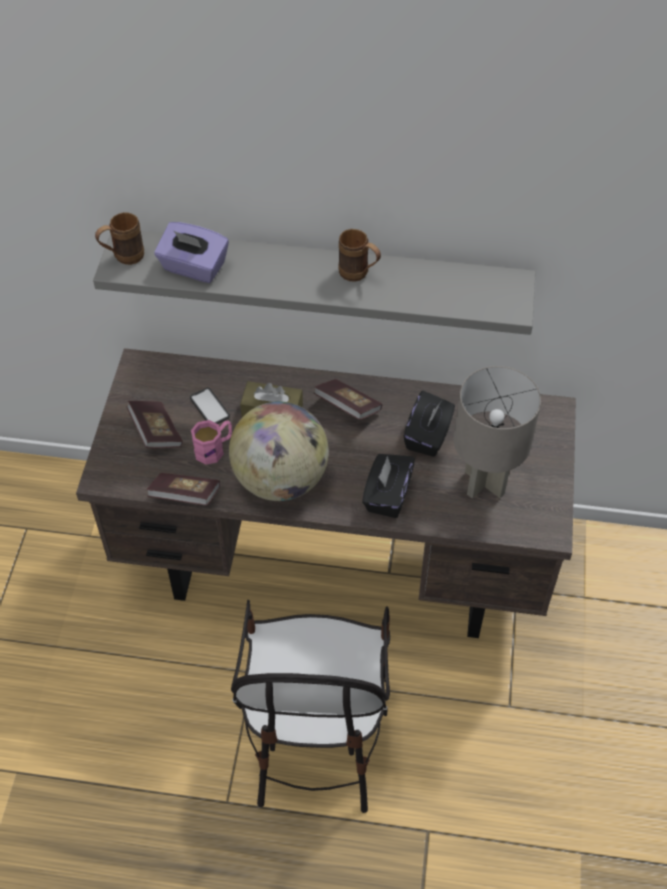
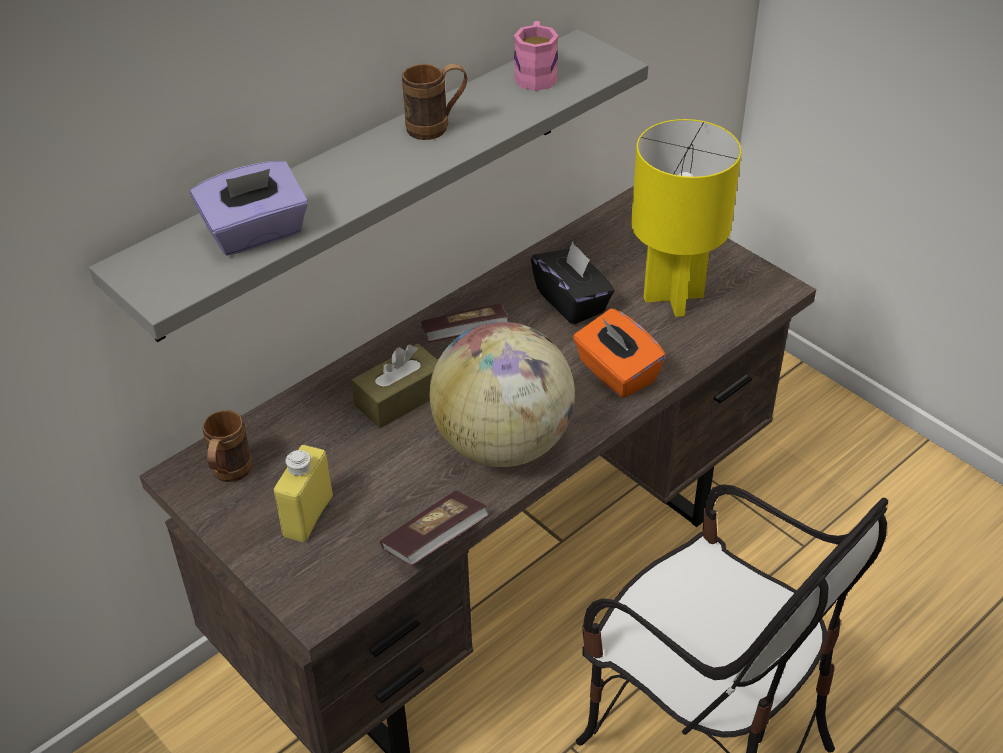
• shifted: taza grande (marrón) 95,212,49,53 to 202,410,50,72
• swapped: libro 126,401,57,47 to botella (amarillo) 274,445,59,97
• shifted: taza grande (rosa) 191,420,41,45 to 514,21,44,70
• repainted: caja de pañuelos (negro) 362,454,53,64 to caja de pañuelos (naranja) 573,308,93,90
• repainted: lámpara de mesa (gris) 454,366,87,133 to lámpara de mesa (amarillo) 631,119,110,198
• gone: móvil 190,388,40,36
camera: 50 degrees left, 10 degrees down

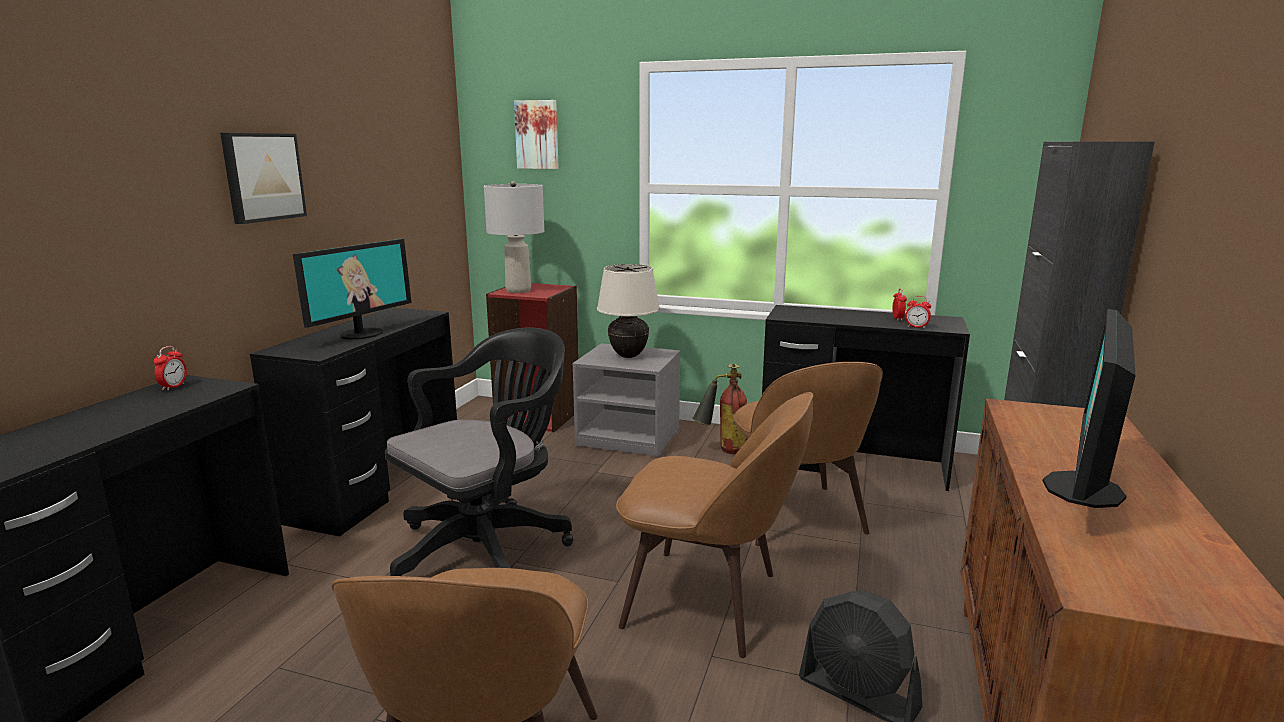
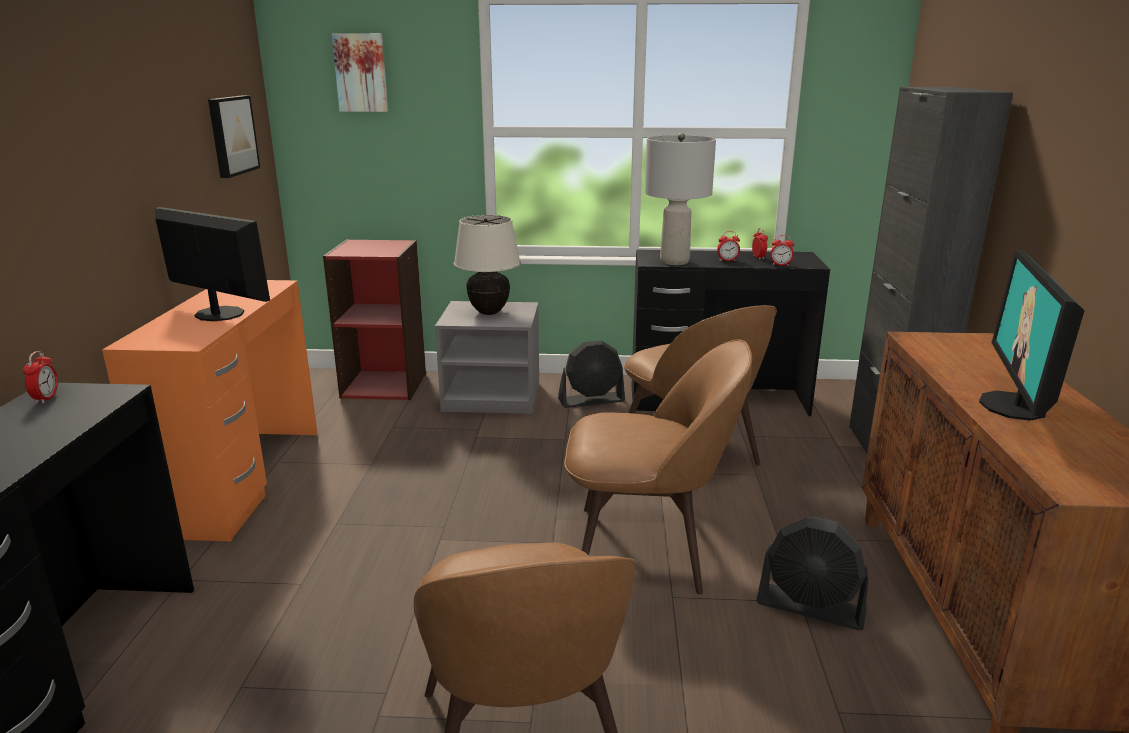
• repainted: escritorio (negro) 250,307,207,229 to escritorio (naranja) 102,280,215,261
• rotated: monitor 293,239,119,101 = 155,207,115,114 75 degrees counterclockwise
• shifted: cuadro 220,133,87,91 to 208,95,52,83
• swapped: extintor 693,364,54,90 to ventilador (negro) 558,340,67,68
• shifted: lámpara de mesa (gris) 484,181,60,112 to 645,133,71,132
• new: despertador 717,231,23,30
• gone: silla de oficina (negro) 385,328,189,248
camera: 15 degrees left, 5 degrees up

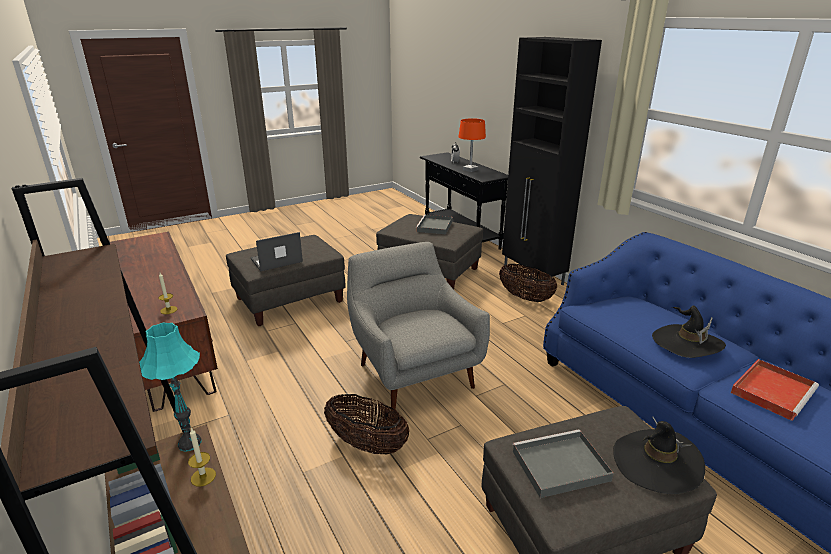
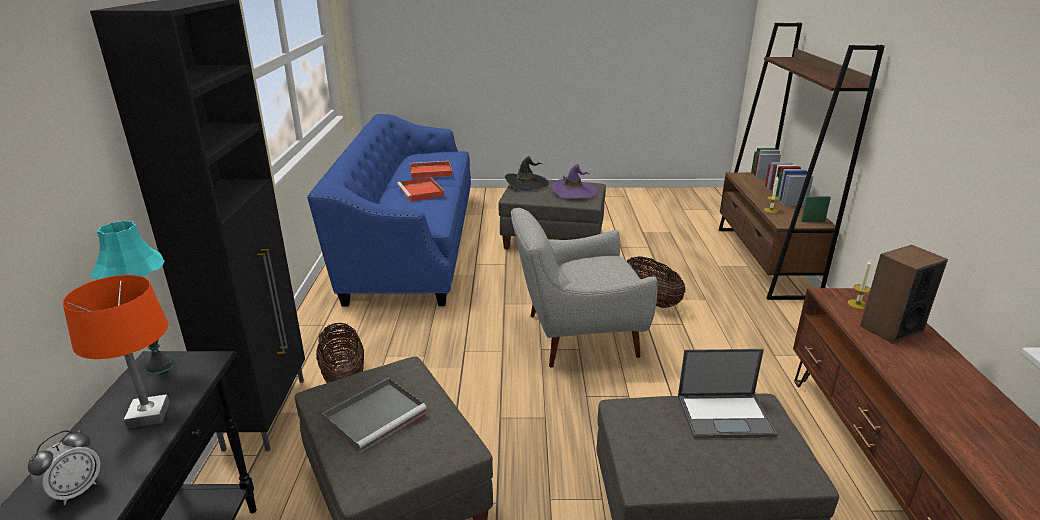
• shifted: lámpara de mesa (turquesa) 139,323,63,128 to 90,220,84,154
• swapped: sombrero (negro) 652,306,74,52 to bandeja (rojo) 397,177,48,25
• rotated: sillón (gris) 347,242,143,169 = 511,208,147,159 75 degrees clockwise
• swapped: bandeja (gris) 512,429,102,69 to sombrero (morado) 552,164,46,35
• new: altavoz 860,245,88,99
camera: 150 degrees left, 0 degrees up

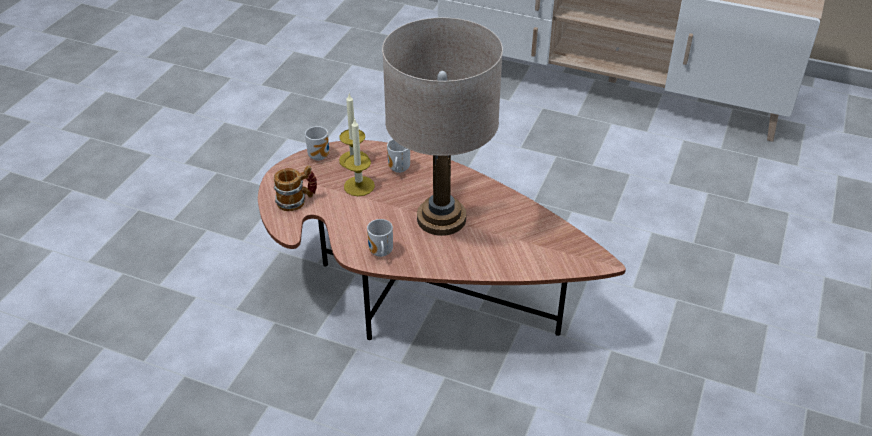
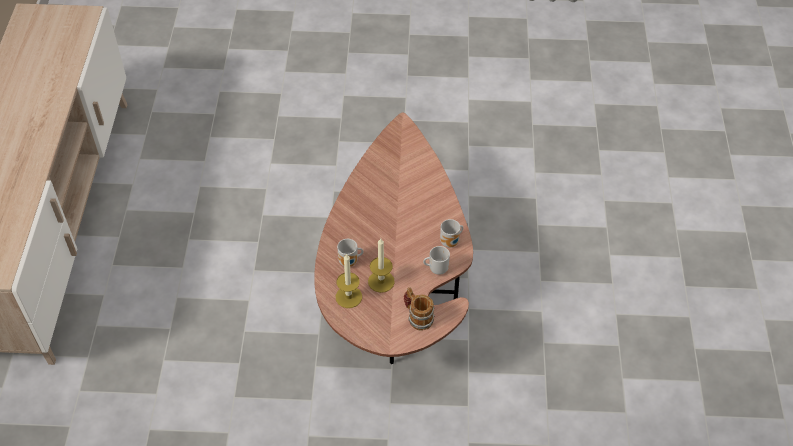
• shifted: taza grande 305,126,24,35 to 423,246,27,29
• gone: lámpara de mesa (beis) 382,18,121,218
camera: 110 degrees left, 10 degrees up

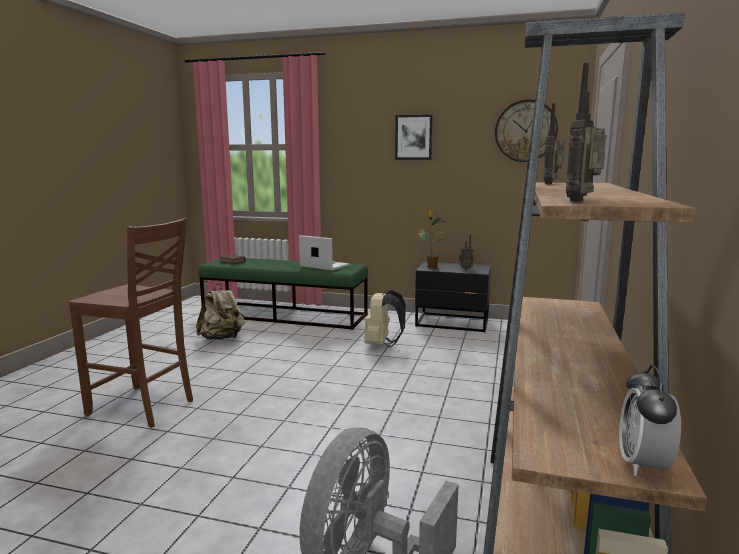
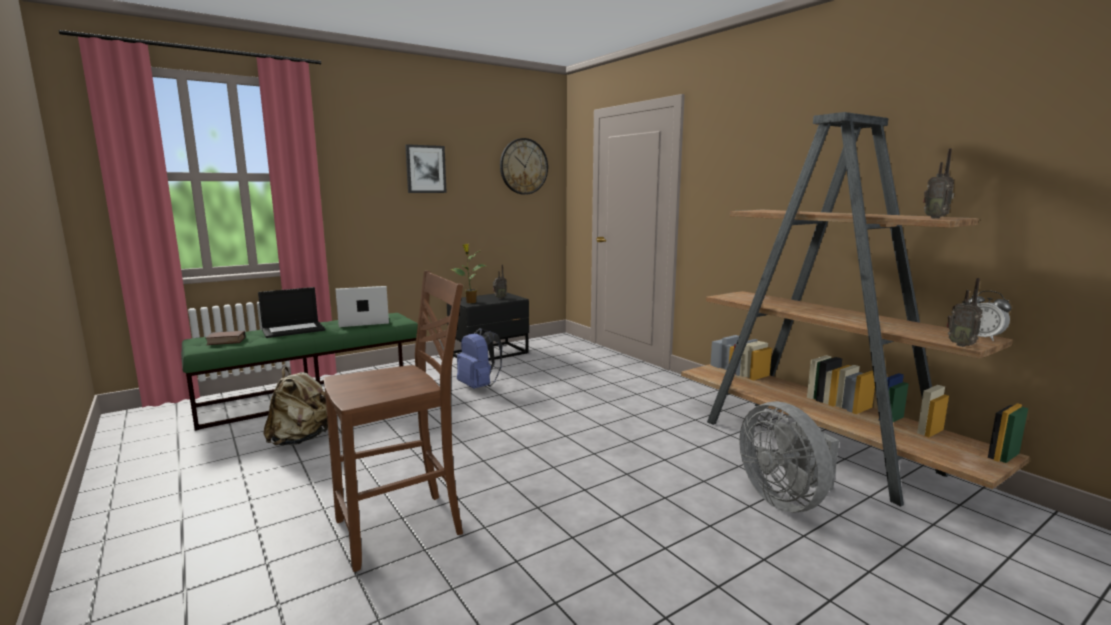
• new: portátil 258,287,67,51
• repainted: mochila (beis) 364,290,42,57 to mochila (azul) 457,328,45,61
• shifted: radio 544,103,21,81 to 947,278,35,69
camera: 50 degrees left, 0 degrees up

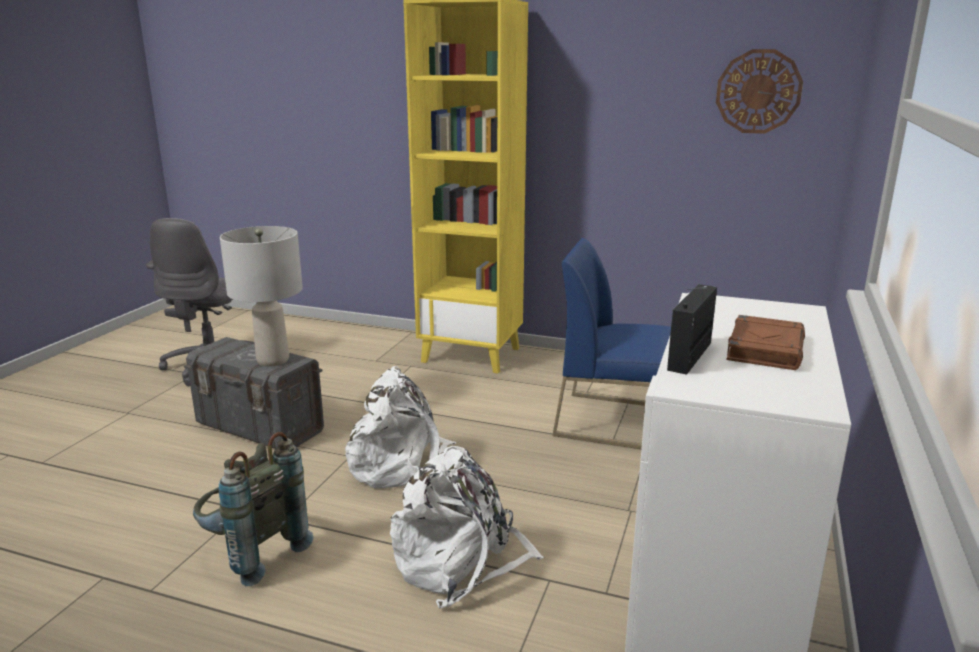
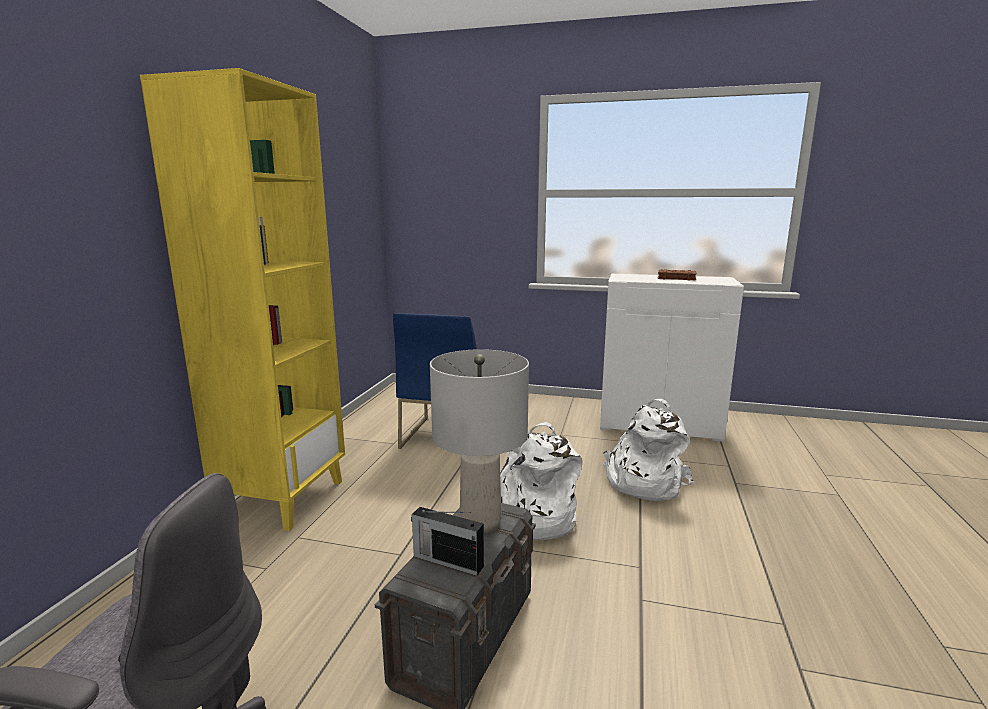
• shifted: radio 667,284,50,91 to 411,507,73,69
• gone: mochila (gris) 193,432,121,154
• gone: reloj de pared 716,49,87,85
camera: 95 degrees left, 5 degrees down

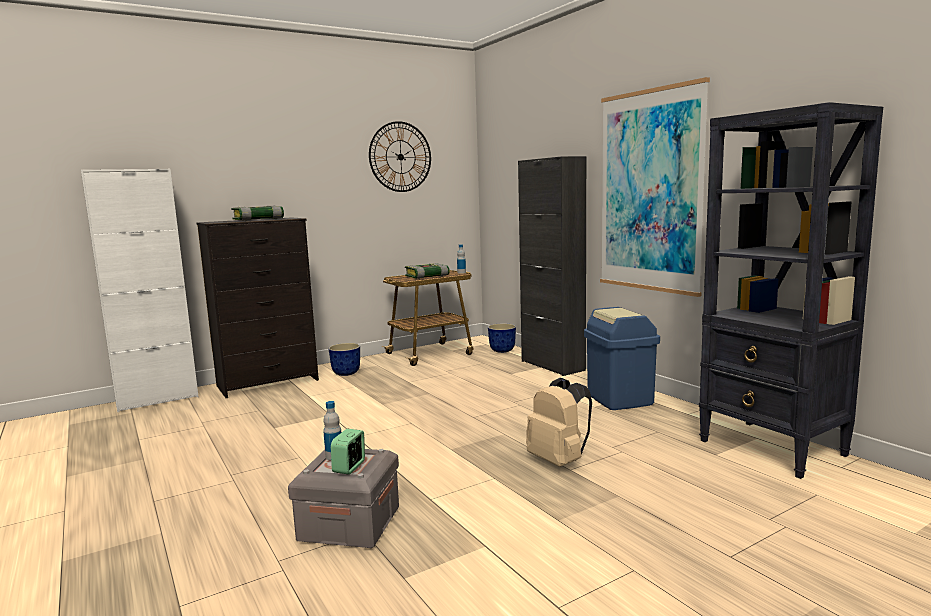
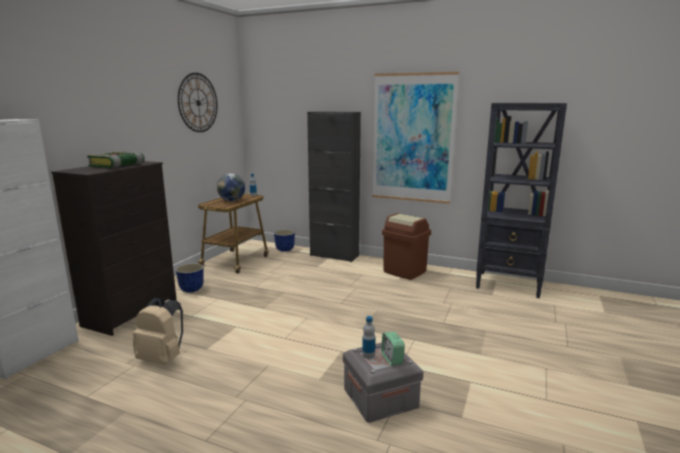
• shifted: mochila (beis) 526,377,66,90 to 133,298,50,67
• swapped: libro 405,263,45,16 to globo terráqueo 217,173,28,28
• repainted: papelera (azul) 584,307,76,103 to papelera (marrón) 382,213,49,67
camera: 35 degrees left, 5 degrees up

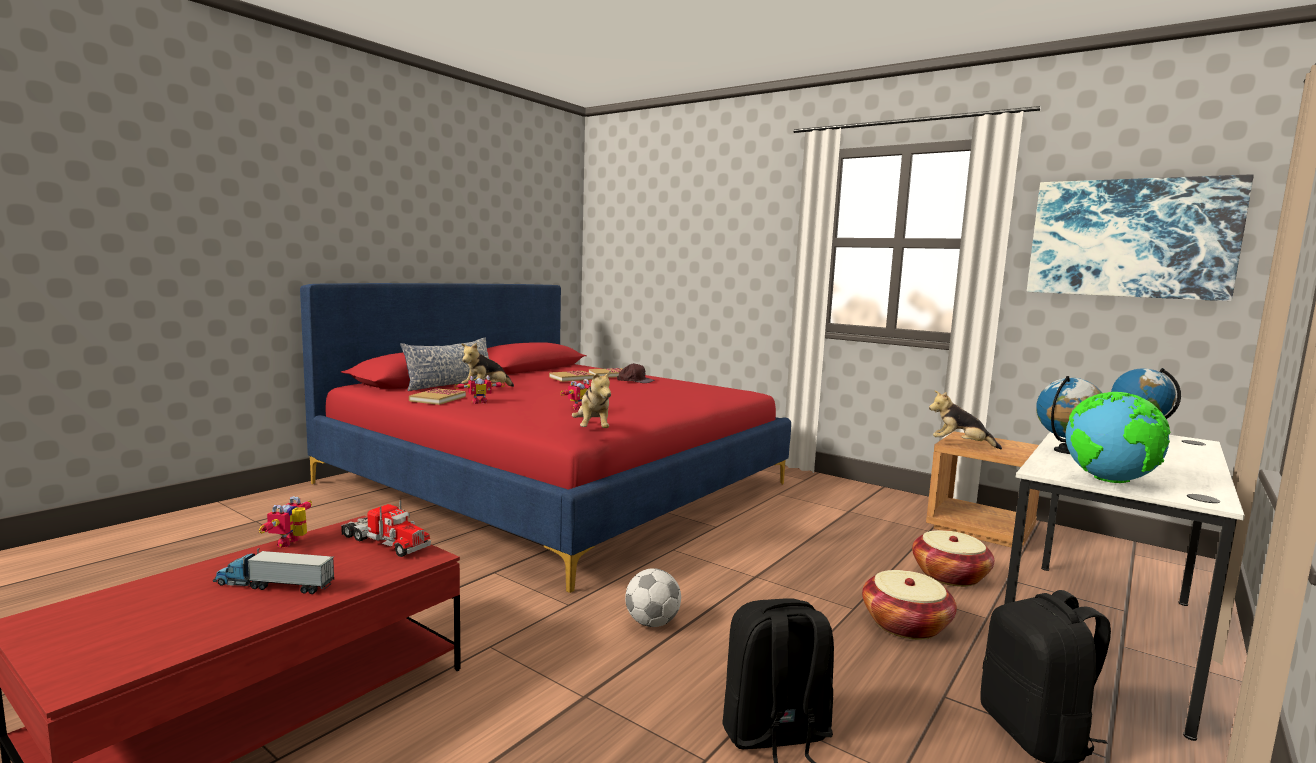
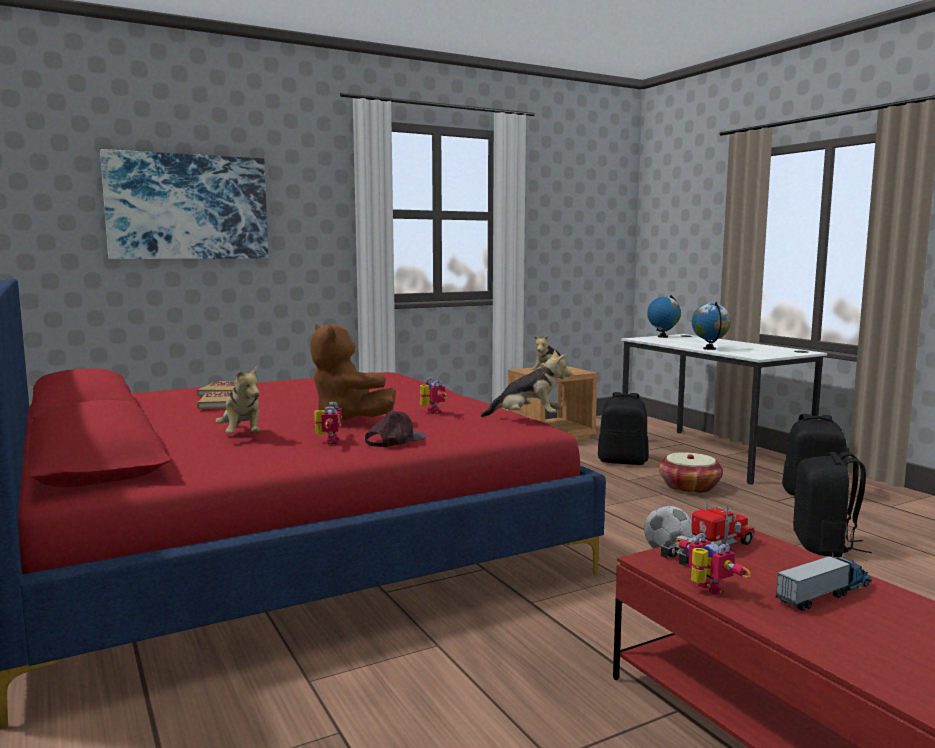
• shifted: cuadro 1027,174,227,127 to 100,149,168,110
• new: peluche (marrón) 310,324,86,96
• shifted: gorra (marrón) 617,363,37,20 to 365,411,61,36
• swapped: cesta 912,530,82,57 to mochila (negro) 598,392,51,73
• rotated: robot de juguete 259,496,53,51 = 676,533,75,62 150 degrees counterclockwise
• rotated: camión de juguete 213,548,121,46 = 776,553,96,58 150 degrees counterclockwise
• gone: cojín 400,338,89,53
• gone: libro 409,388,57,17
• gone: globo terráqueo 1066,392,104,91
camera: 65 degrees left, 0 degrees up

